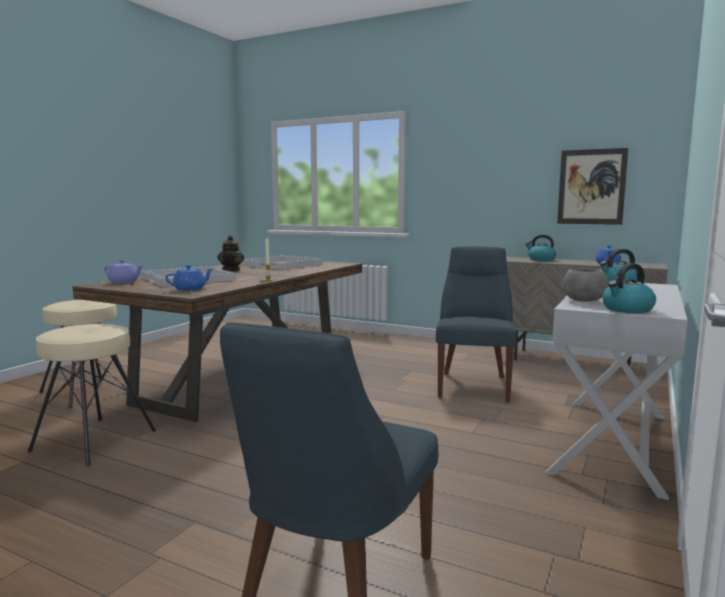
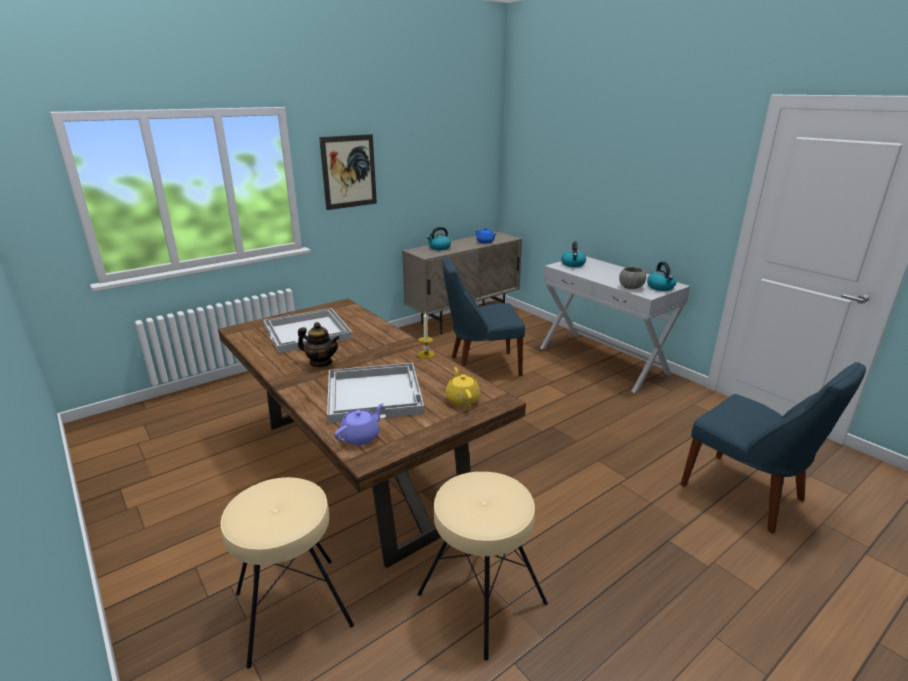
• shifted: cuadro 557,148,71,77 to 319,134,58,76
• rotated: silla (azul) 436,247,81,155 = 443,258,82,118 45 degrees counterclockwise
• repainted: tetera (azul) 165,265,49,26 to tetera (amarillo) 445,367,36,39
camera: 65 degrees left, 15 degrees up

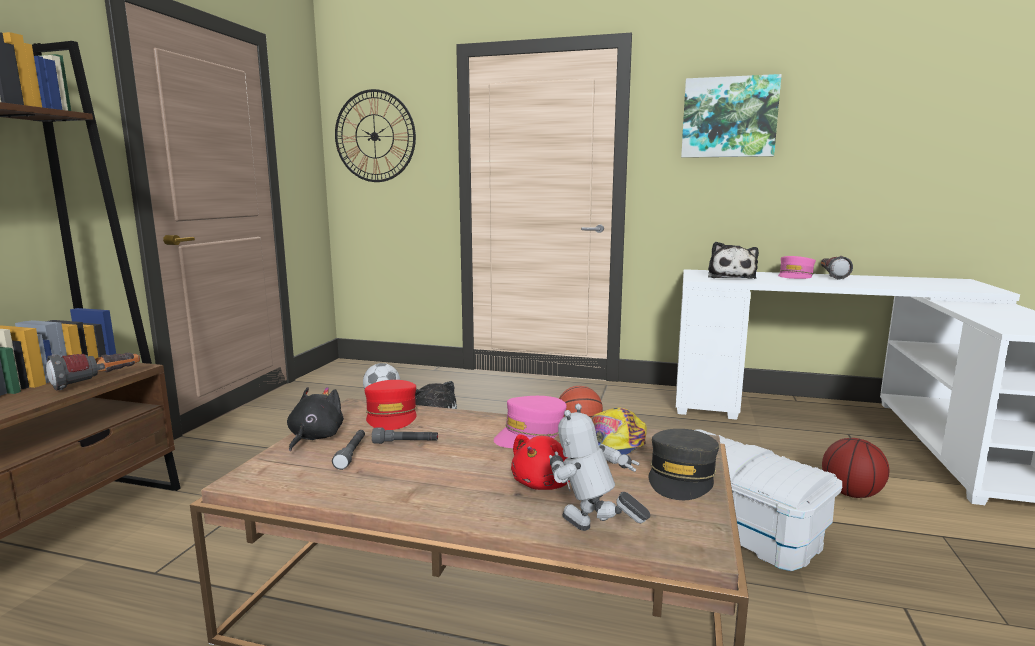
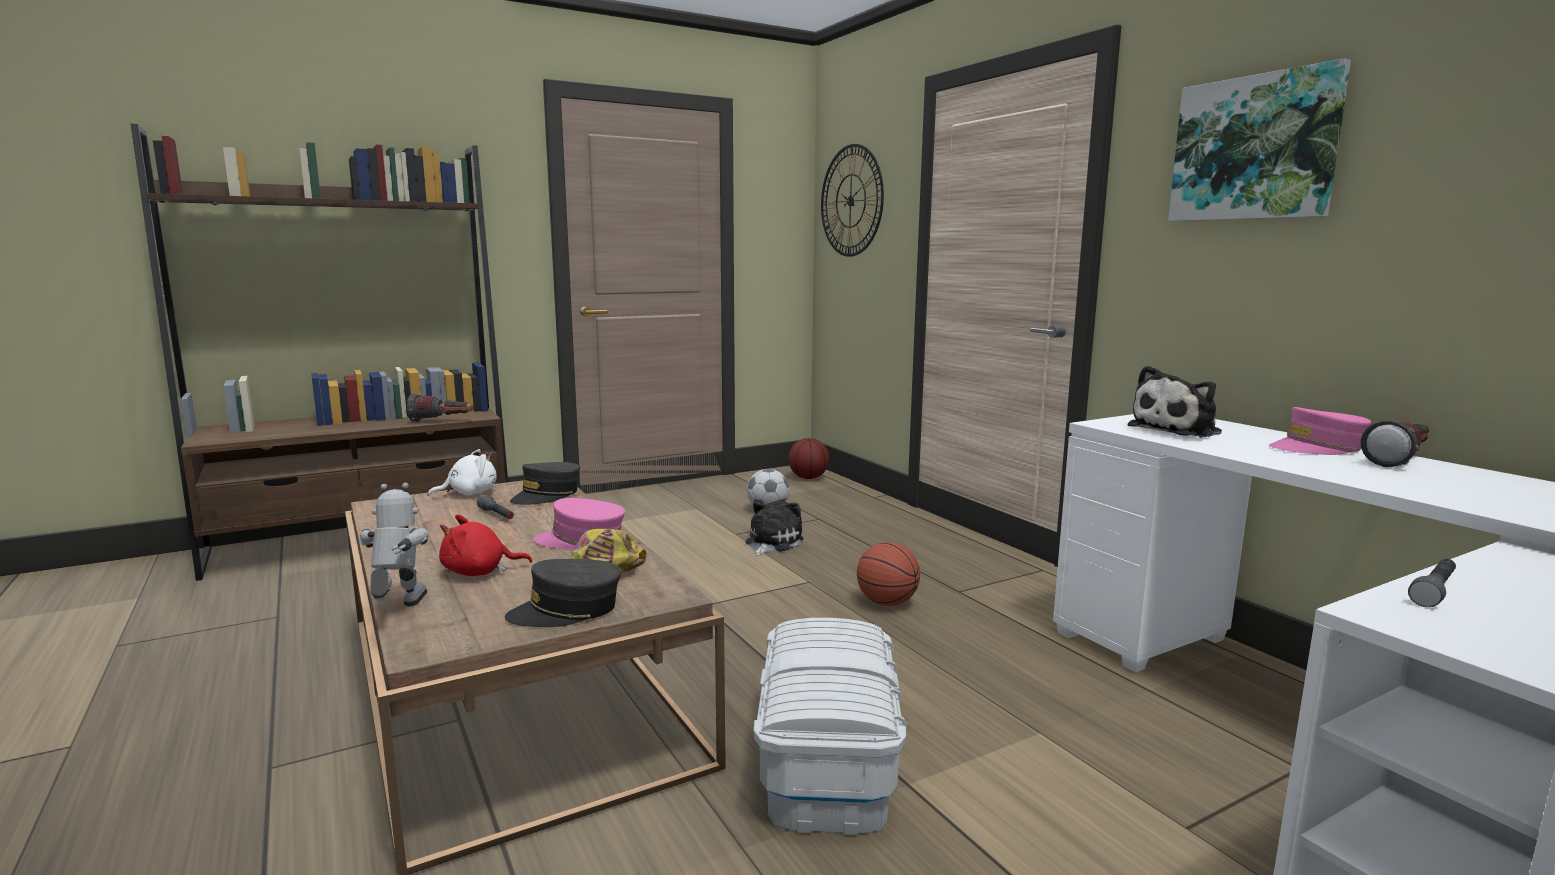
• repainted: peluche (negro) 287,387,57,64 to peluche (blanco) 428,449,69,47
• repainted: gorra (rojo) 364,380,53,50 to gorra (gris) 510,462,70,43
• shifted: balón de baloncesto 822,438,67,60 to 788,438,41,41
• shifted: linterna (gris) 332,430,33,40 to 1408,559,48,48
camera: 45 degrees right, 0 degrees up

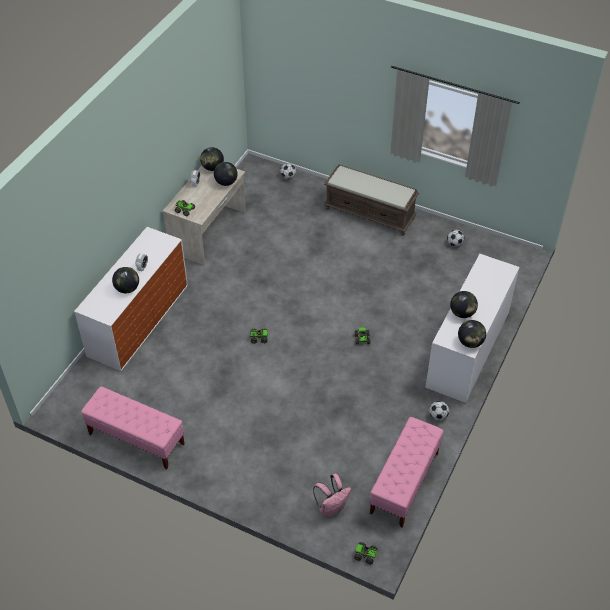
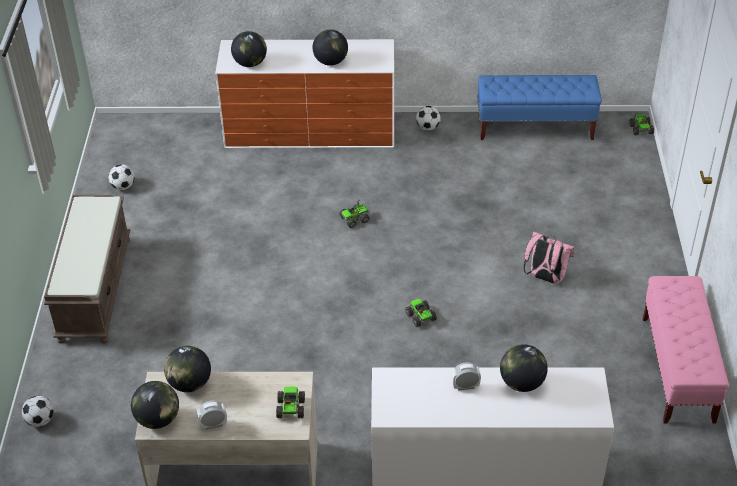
• shifted: globo terráqueo 458,320,28,28 to 231,31,36,36
• repainted: banco (rosa) 370,417,74,111 to banco (azul) 477,75,124,65
• shifted: mochila (rosa) 313,474,39,44 to 524,231,50,53
camera: 115 degrees left, 5 degrees down

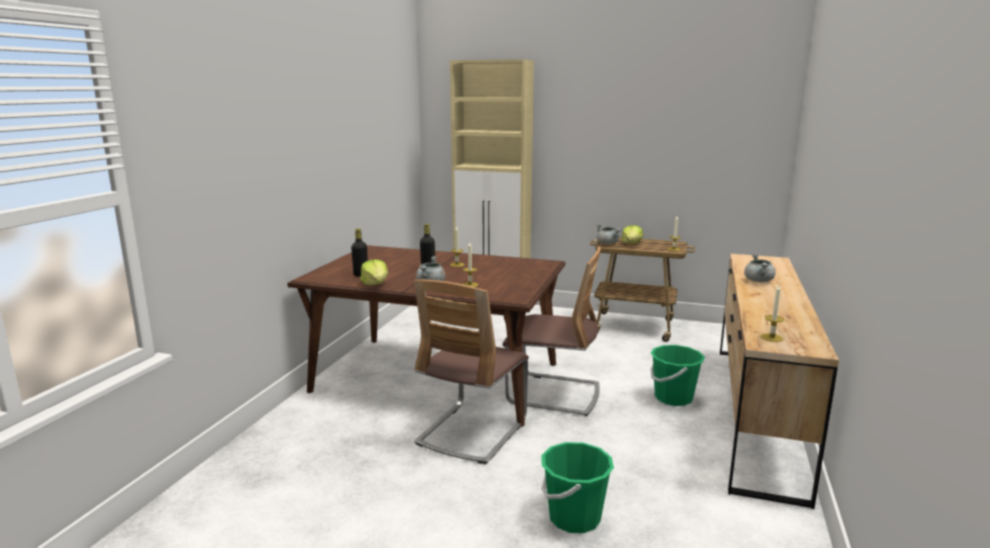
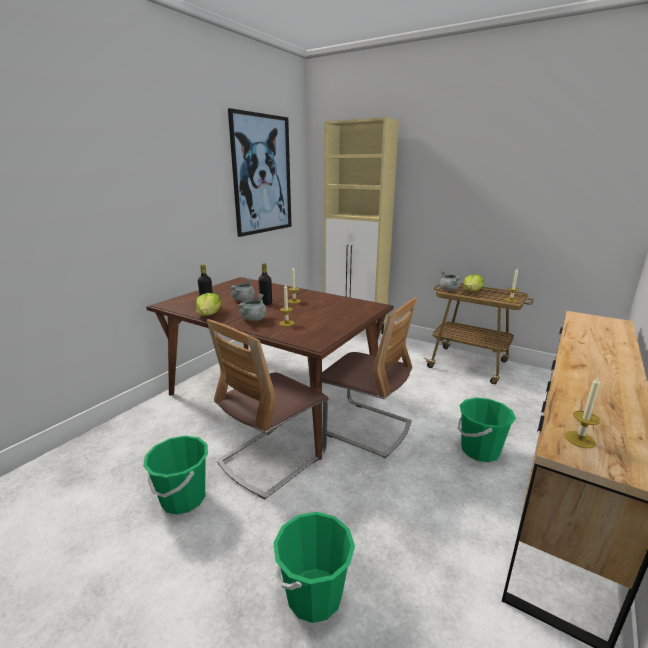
• new: cubo (verde) 143,435,65,80
• new: cuadro 228,108,64,129
• shifted: olla (gris) 744,253,32,29 to 230,278,25,24
camera: 15 degrees right, 5 degrees up

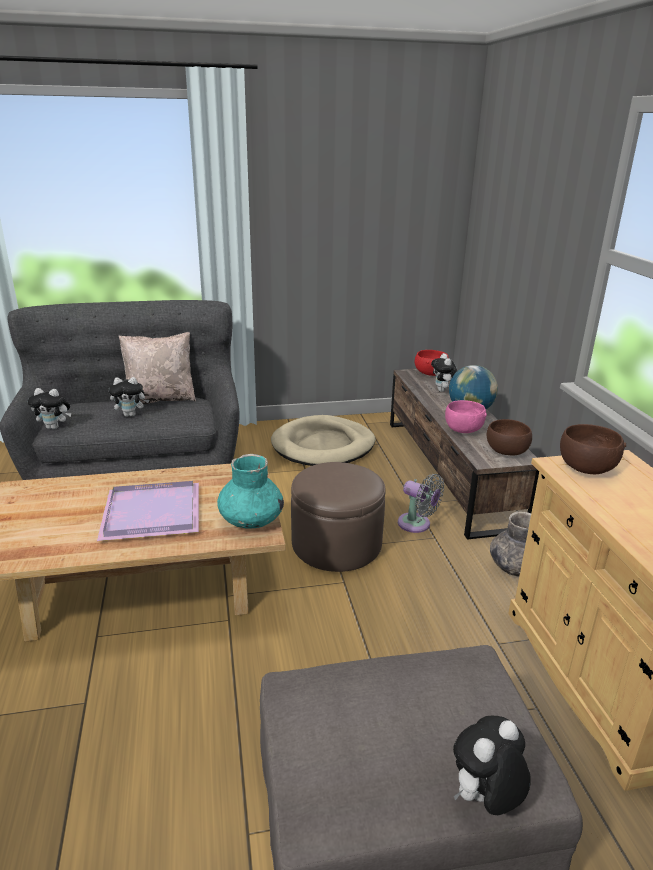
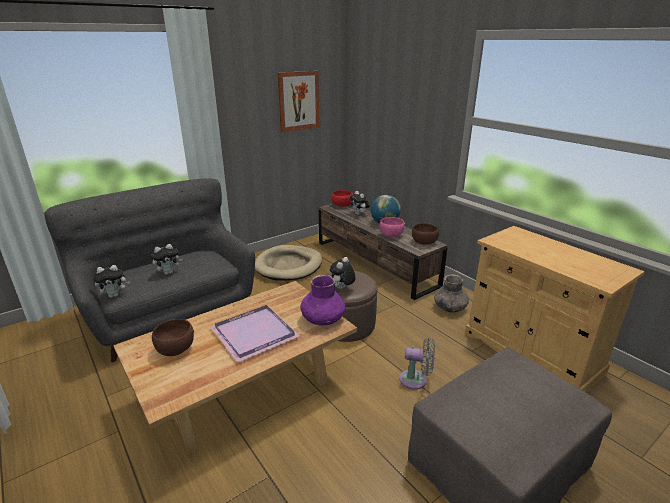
• shifted: cuenco (marrón) 560,424,66,50 to 152,319,42,37
• new: cuadro 277,71,42,61
• repainted: florero (turquesa) 217,454,67,75 to florero (morado) 300,275,46,51
• shifted: peluche 453,716,78,99 to 330,257,26,32
• shifted: ventilador (gris) 398,474,46,59 to 399,338,36,52
• gone: cojín (beis) 119,332,77,72
camera: 25 degrees left, 0 degrees up

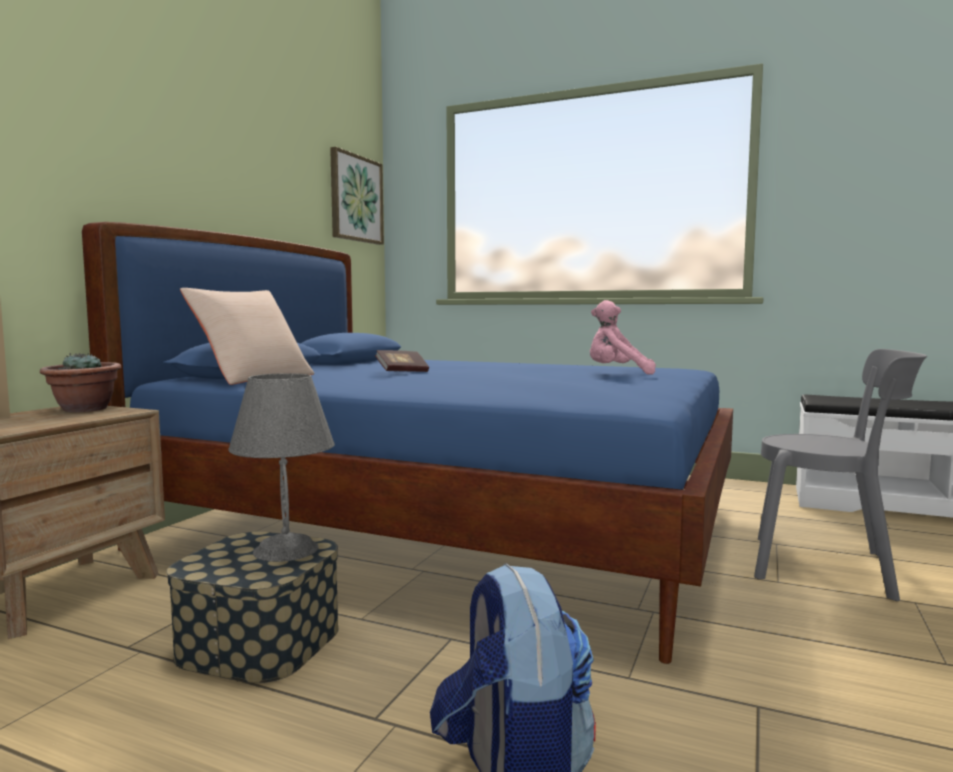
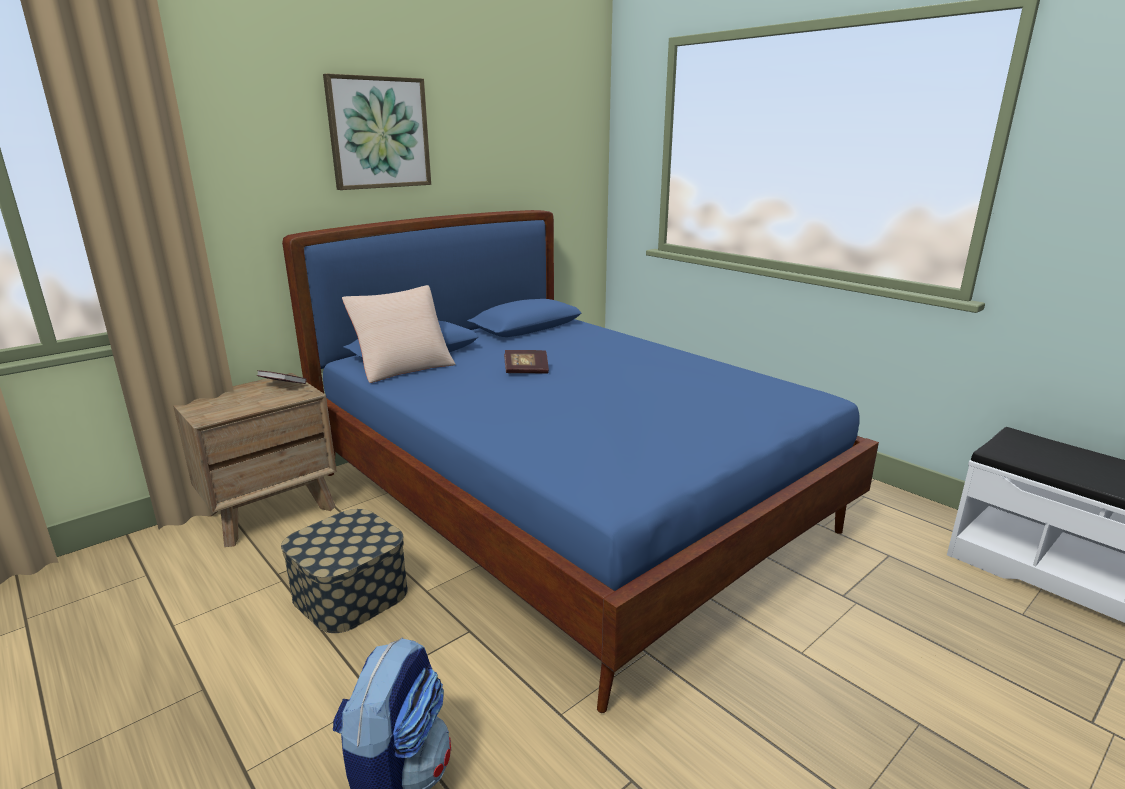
• swapped: planta en maceta 40,353,81,59 to libro 257,370,49,14
• shifted: cuadro 330,147,54,98 to 323,74,108,116
• gone: lámpara de mesa (gris) 228,373,107,189
• gone: peluche (rosa) 590,300,66,75
• gone: silla (gris) 754,349,173,252
camera: 25 degrees right, 15 degrees up

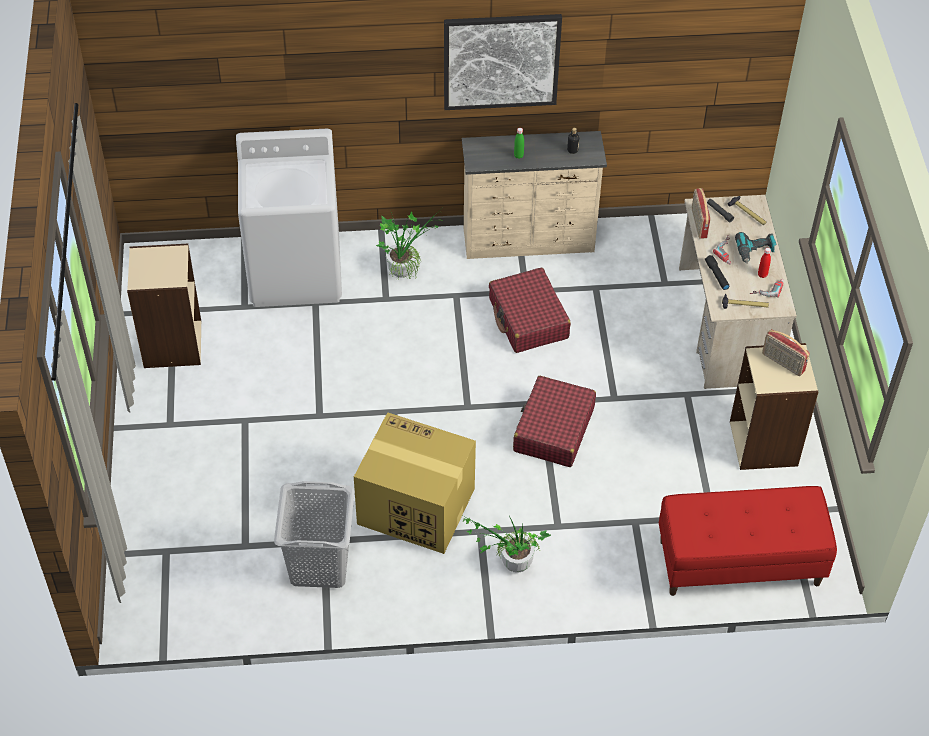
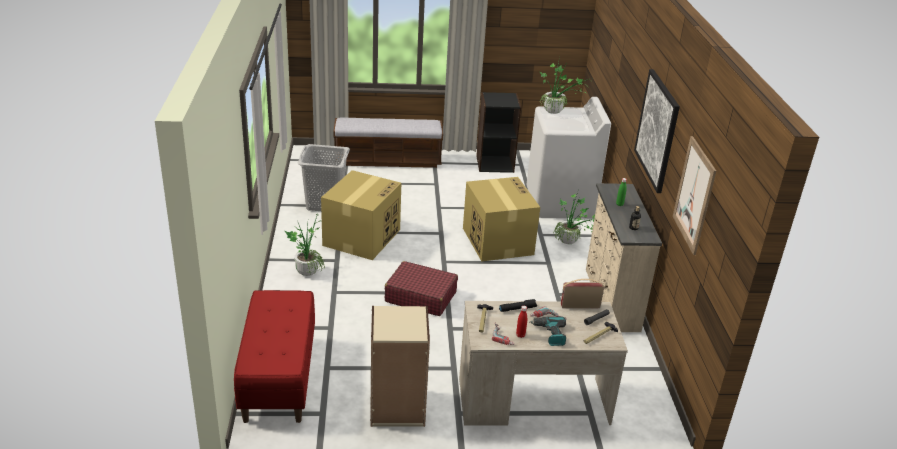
• new: banco 333,118,110,50
• new: caja de cartón 463,177,77,84
• repainted: estantería (beis) 127,244,74,124 to estantería (negro) 476,92,45,81
• new: planta en maceta 540,57,52,57
• new: cuadro 673,136,43,119
• gone: maleta (rojo) 489,268,82,85
• gone: radio 762,329,48,47
camera: 90 degrees right, 20 degrees down

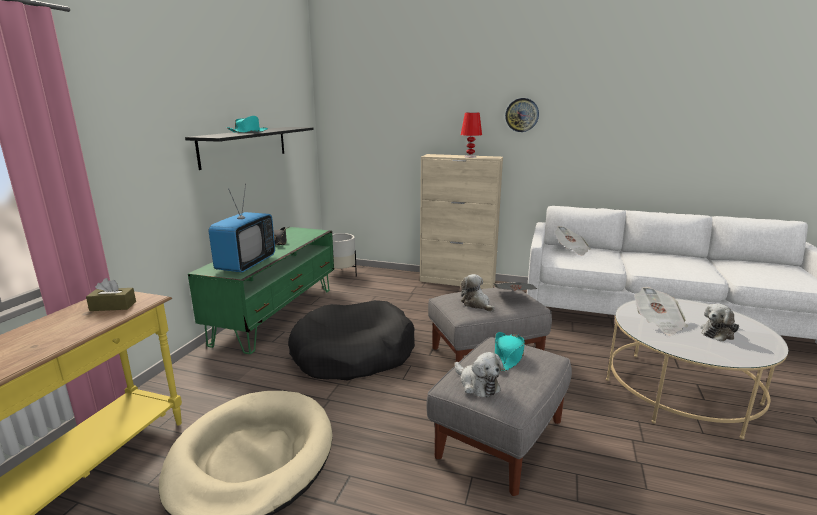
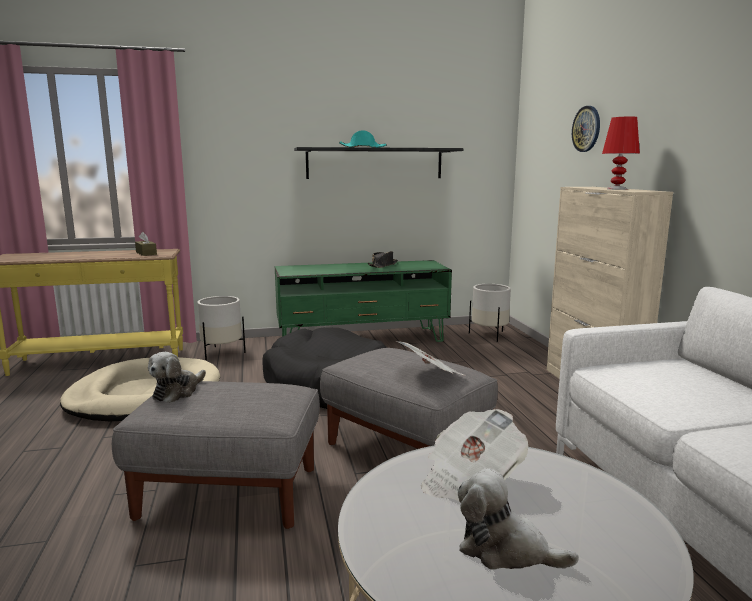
• new: maceta (blanco) 197,296,49,64
• shifted: reloj de pared 505,98,34,34 to 572,106,28,46
• gone: televisor 209,184,66,89
• gone: peluche 461,274,34,38
• gone: sombrero (turquesa) 495,332,30,39
• gone: periódico 554,226,37,30
camera: 60 degrees right, 5 degrees down

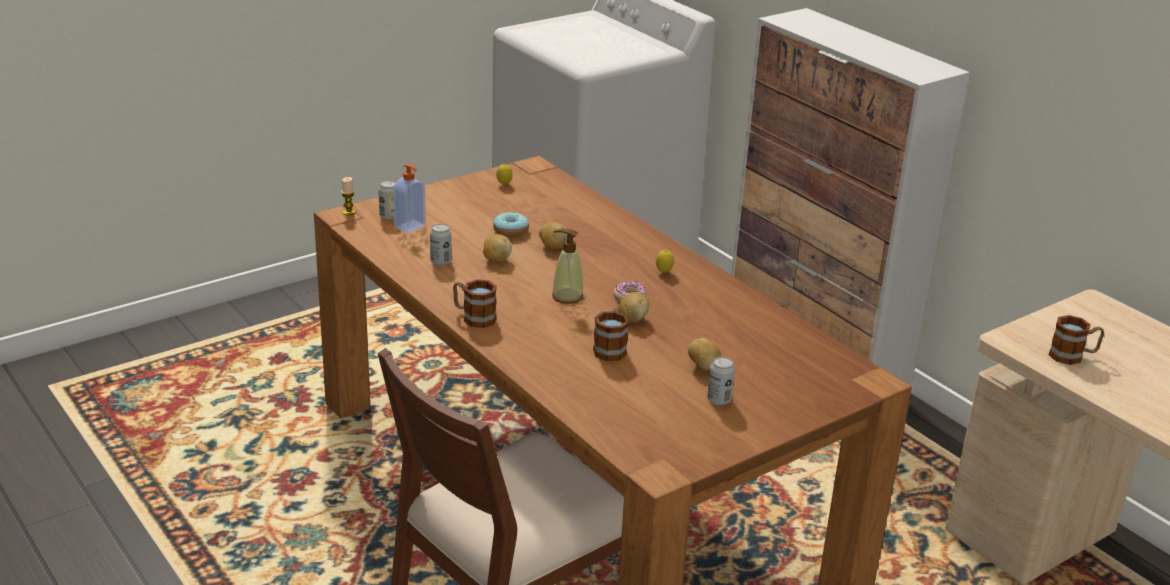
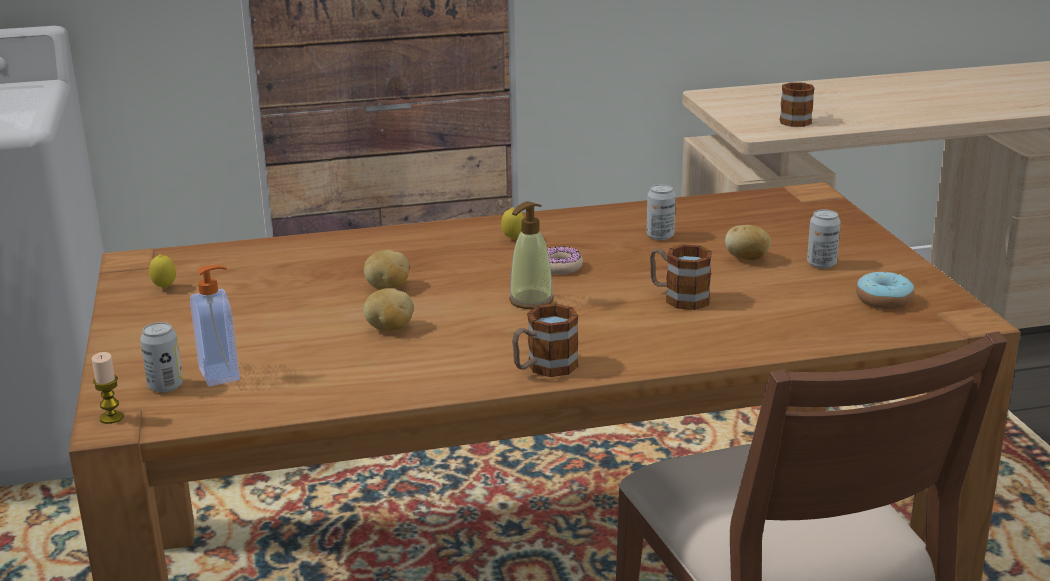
• shifted: lata 430,224,21,42 to 647,184,29,56
• shifted: rosquilla 493,212,36,25 to 856,272,58,37
• gone: patata 618,292,31,30
camera: 65 degrees left, 5 degrees down

